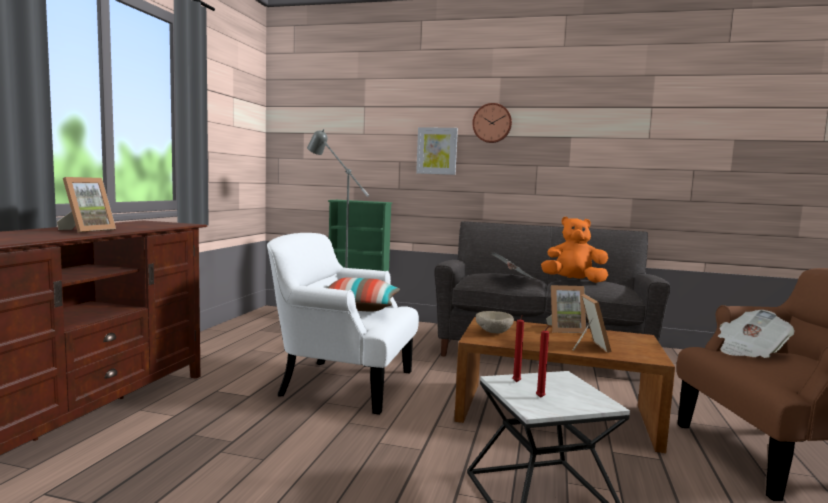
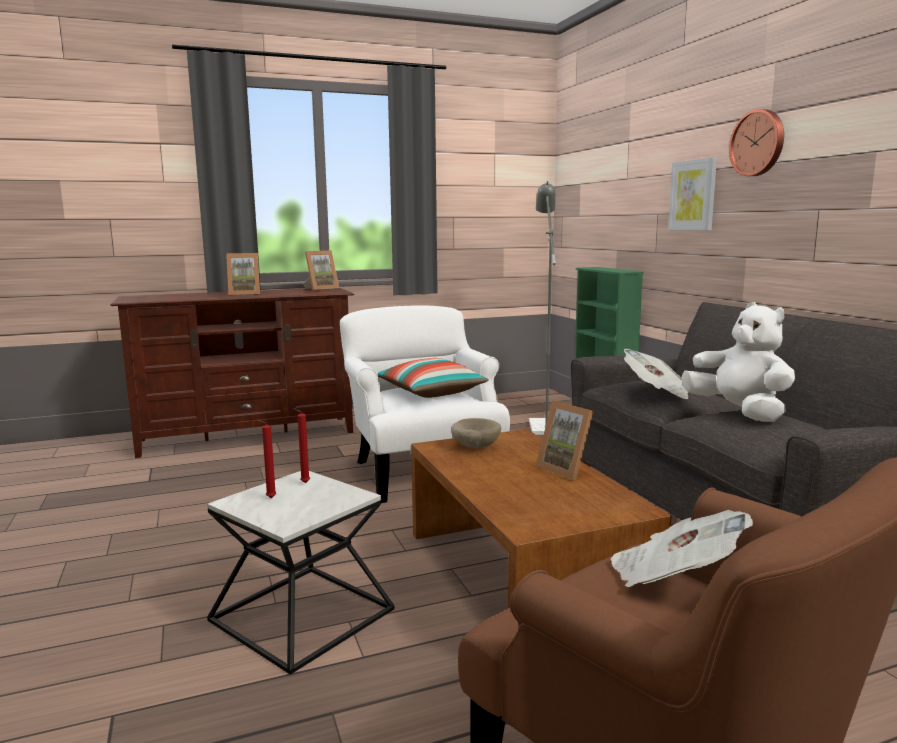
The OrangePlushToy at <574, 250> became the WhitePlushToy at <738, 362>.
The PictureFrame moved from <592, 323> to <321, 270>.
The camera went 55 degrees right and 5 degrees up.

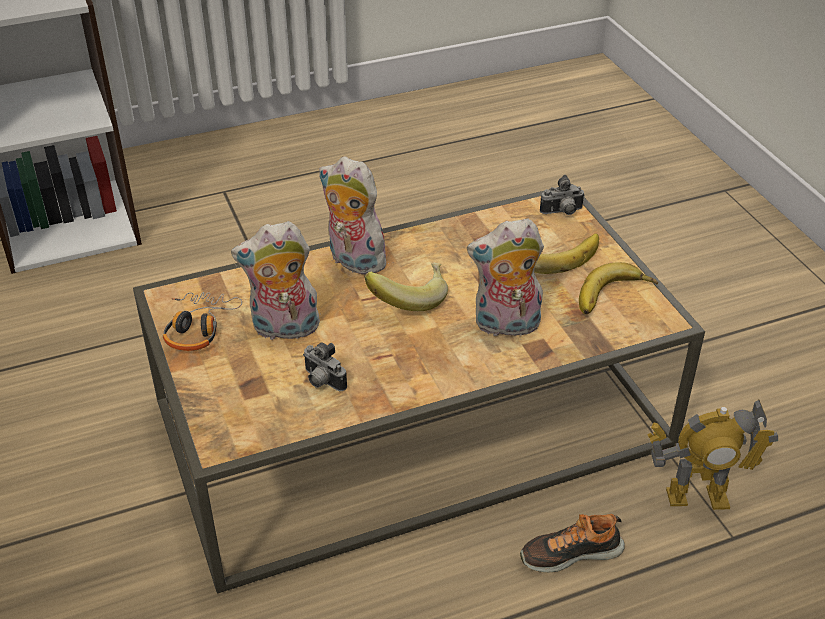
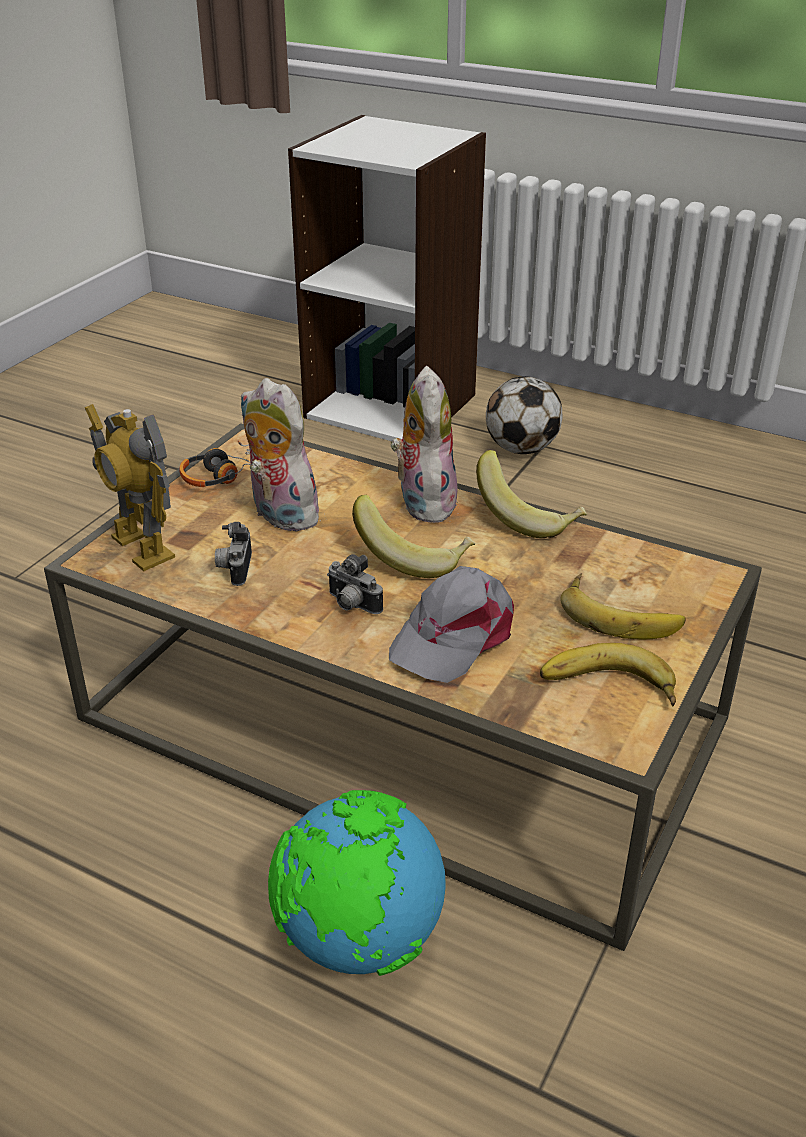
The PlushToy at <505, 277> was replaced by the GreyCap at <451, 624>.
The Shoe at <572, 543> was replaced by the Globe at <357, 883>.
The PhotoCamera moved from <562, 195> to <355, 584>.
The ToyRobot moved from <712, 455> to <130, 487>.
The Banana at <531, 494> appeared.
The Football at <524, 415> appeared.
The camera went 50 degrees right and 5 degrees down.

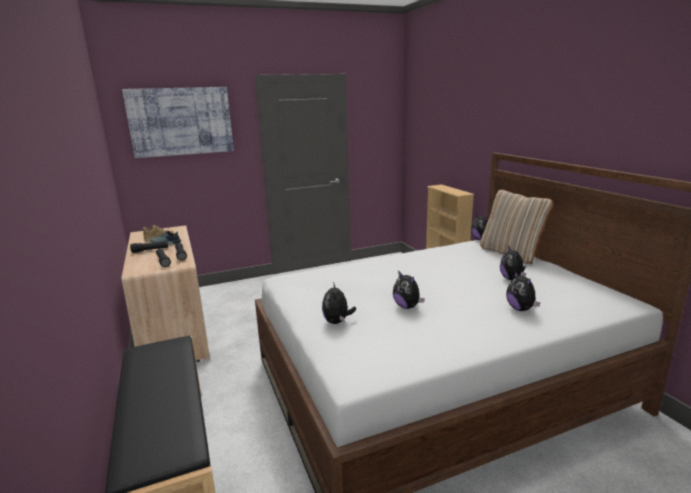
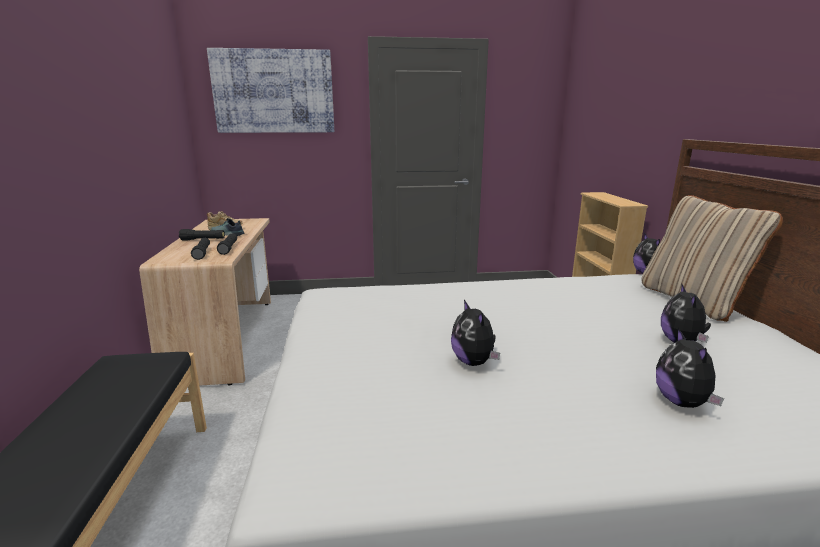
The PlushToy at <339, 303> disappeared.
The camera went 15 degrees right and 0 degrees up.

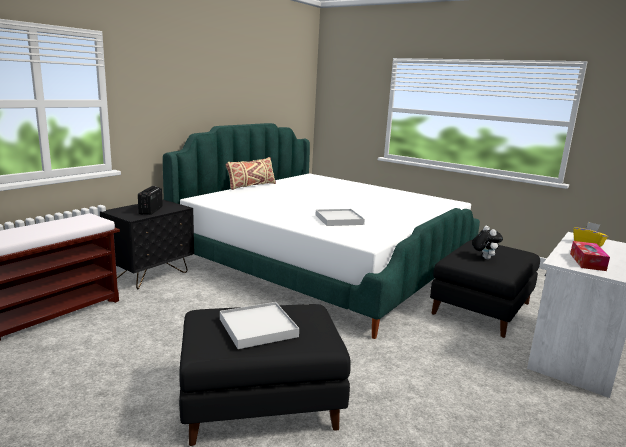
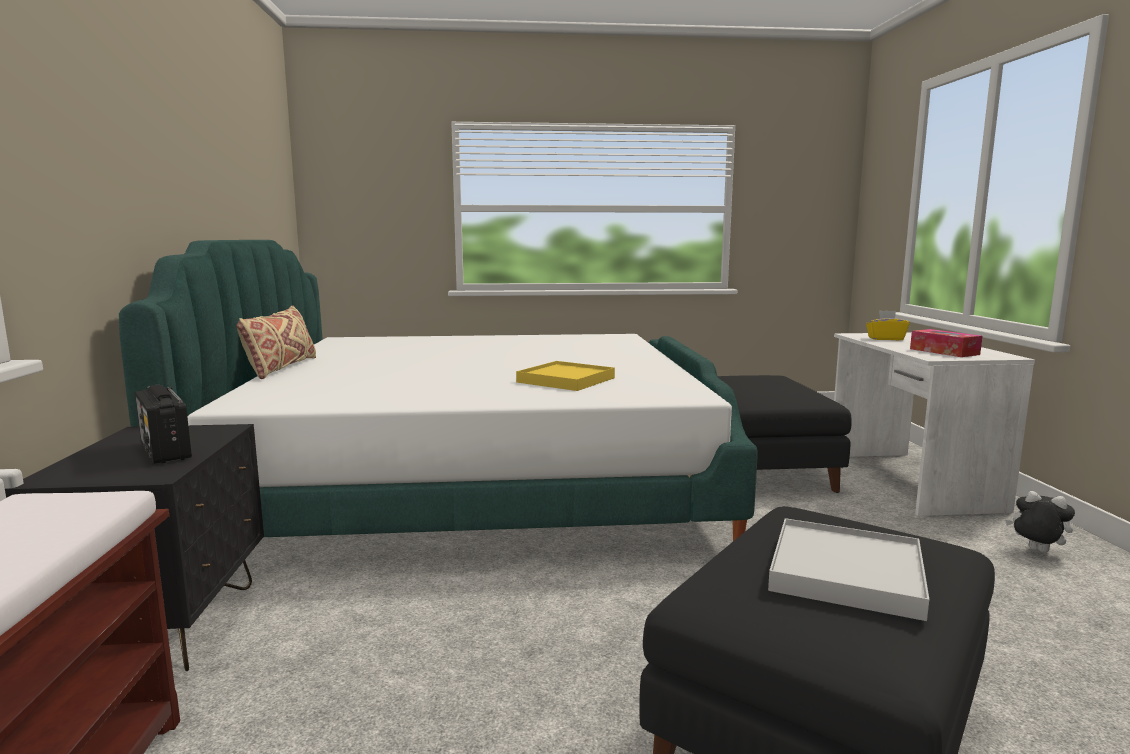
The WhiteTray at <340, 217> became the YellowTray at <565, 376>.
The PlushToy moved from <487, 242> to <1040, 522>.
The camera went 40 degrees left and 5 degrees down.

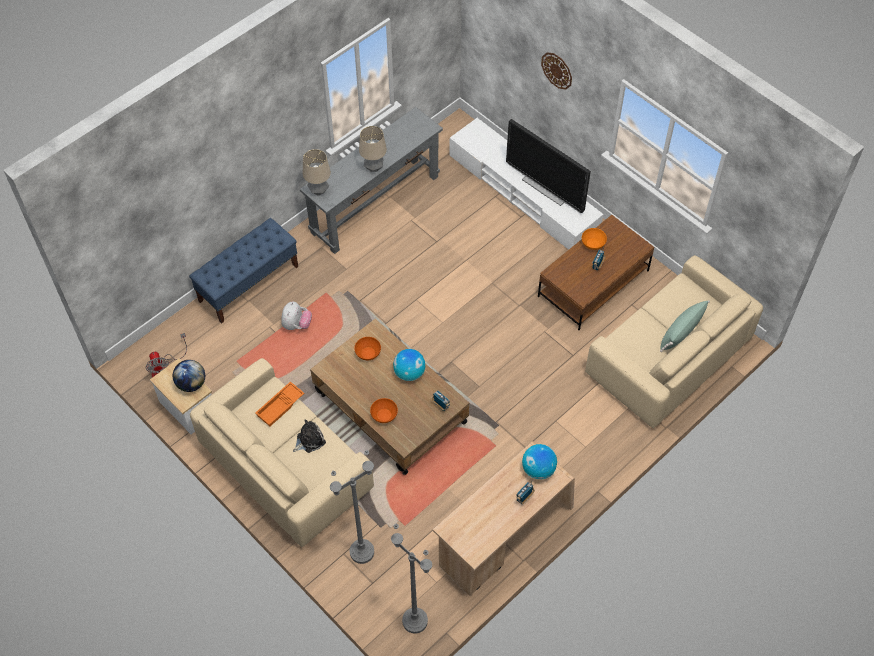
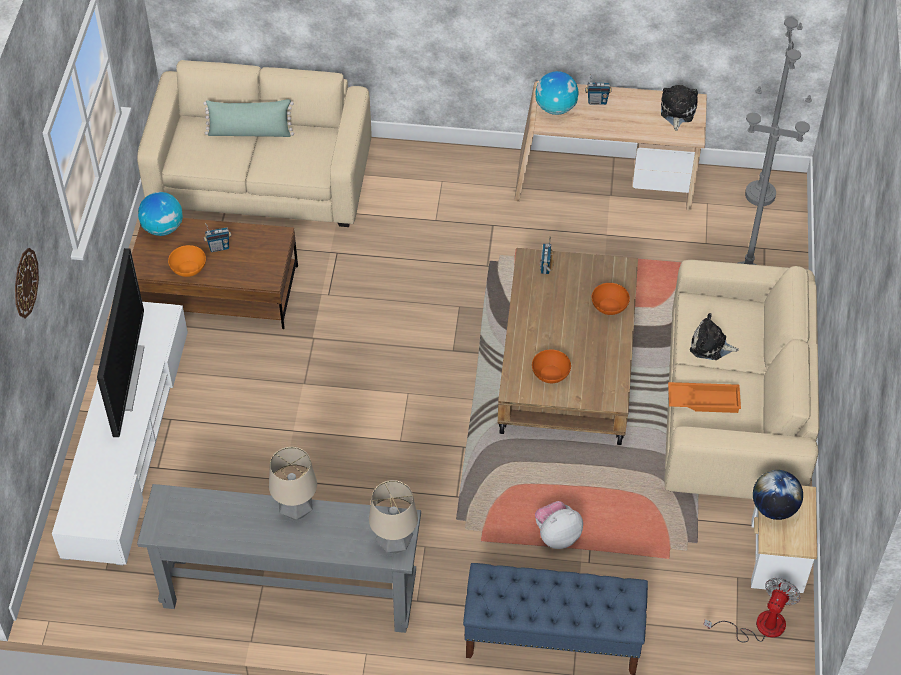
The Globe moved from <409, 365> to <160, 214>.
The PlushToy at <679, 108> appeared.
The camera went 130 degrees left and 5 degrees down.

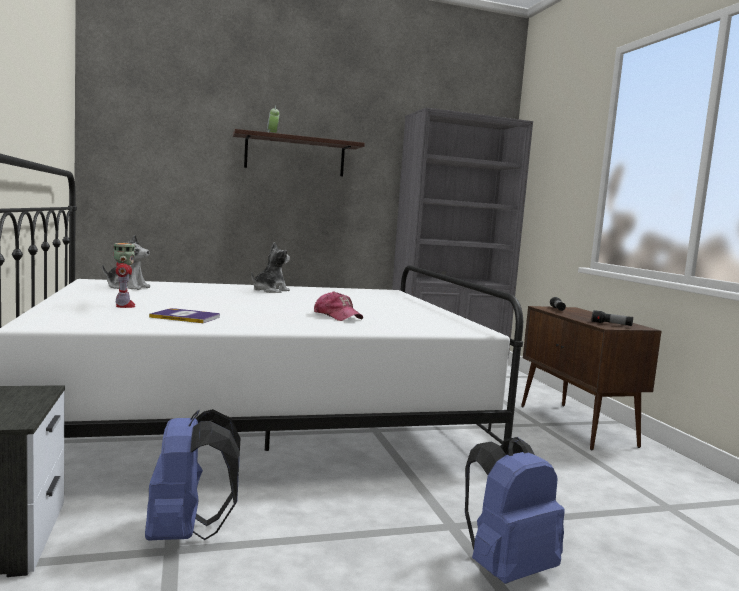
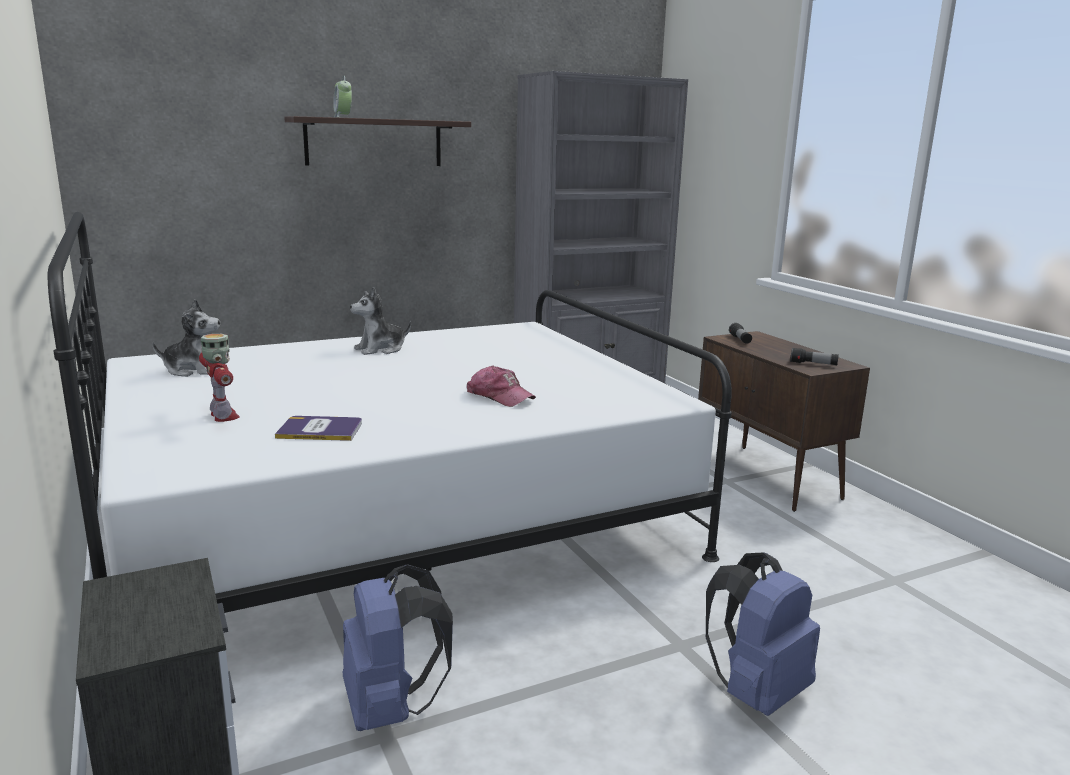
The PlushToy at <270, 267> turned 150 degrees counterclockwise.
The camera went 10 degrees left and 10 degrees up.

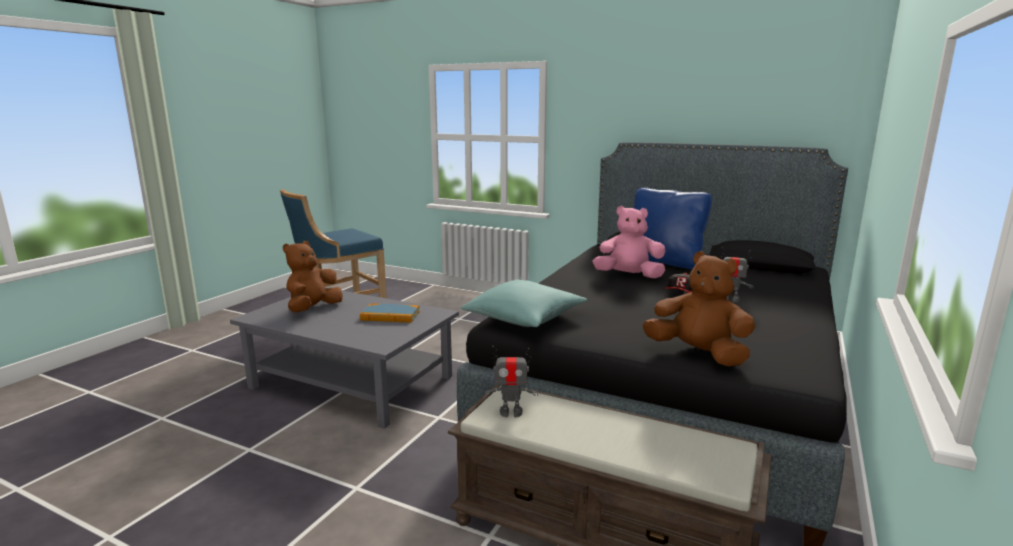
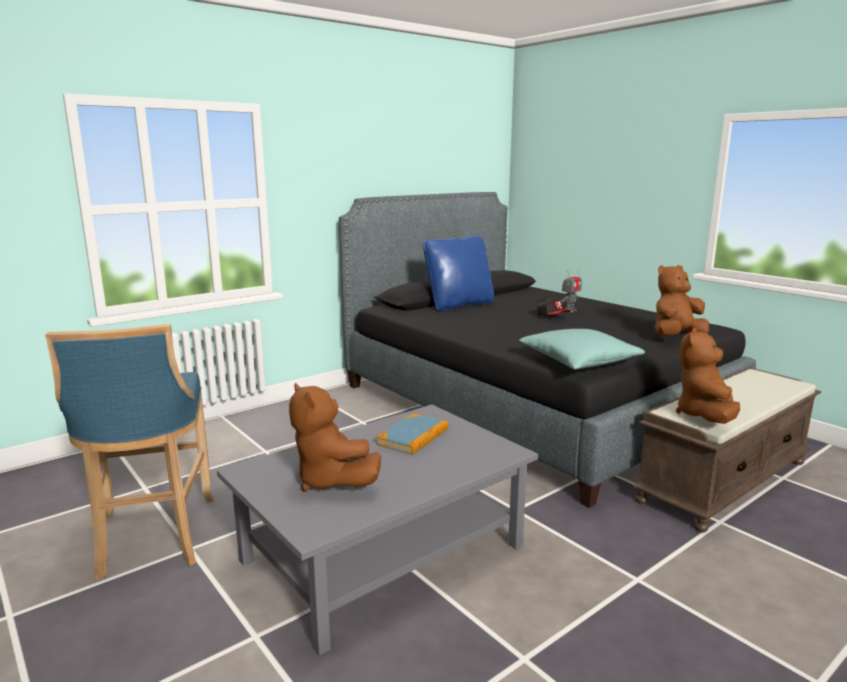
The ToyRobot at <511, 381> was replaced by the BrownPlushToy at <708, 376>.
The PinkPlushToy at <629, 242> disappeared.
The camera went 65 degrees left and 0 degrees up.

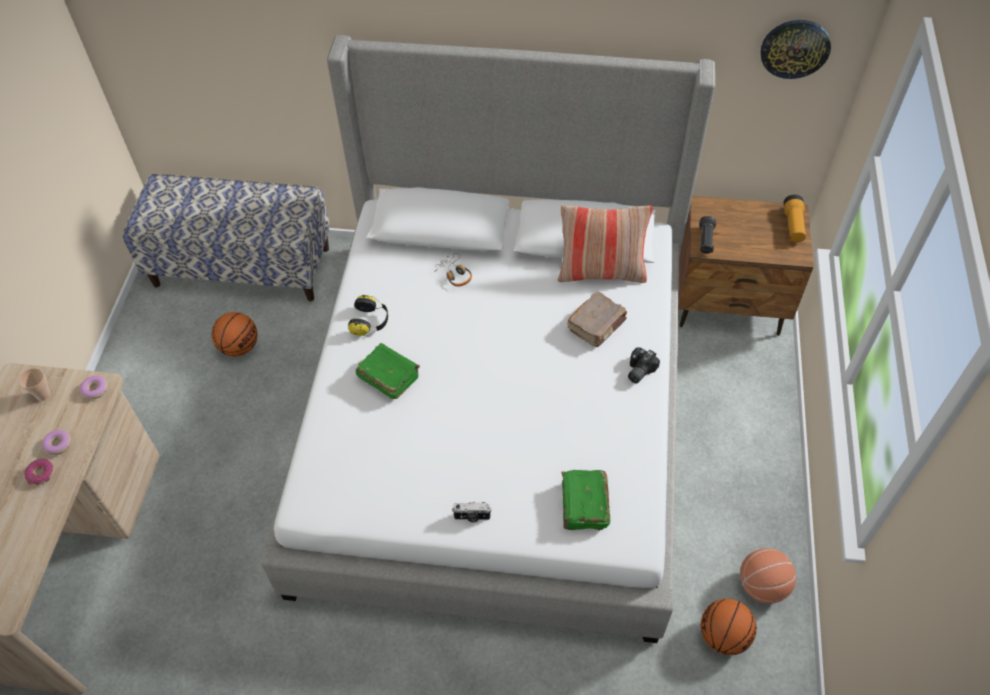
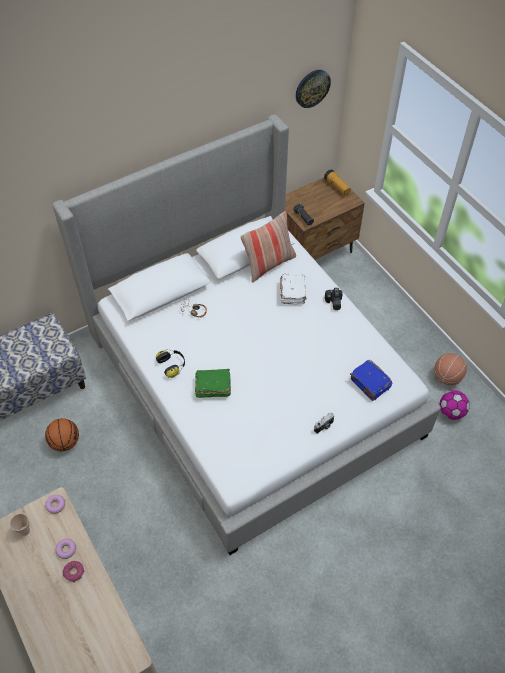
The GreenBook at <585, 500> became the BlueBook at <371, 380>.
The BrownBook at <597, 319> became the WhiteBook at <293, 289>.
The Basketball at <729, 627> was replaced by the Football at <455, 405>.
The camera went 40 degrees left and 0 degrees up.

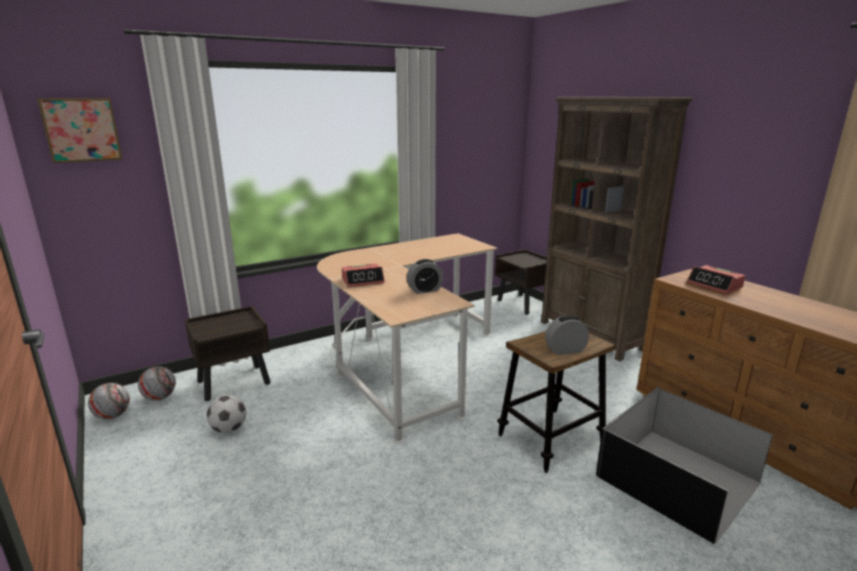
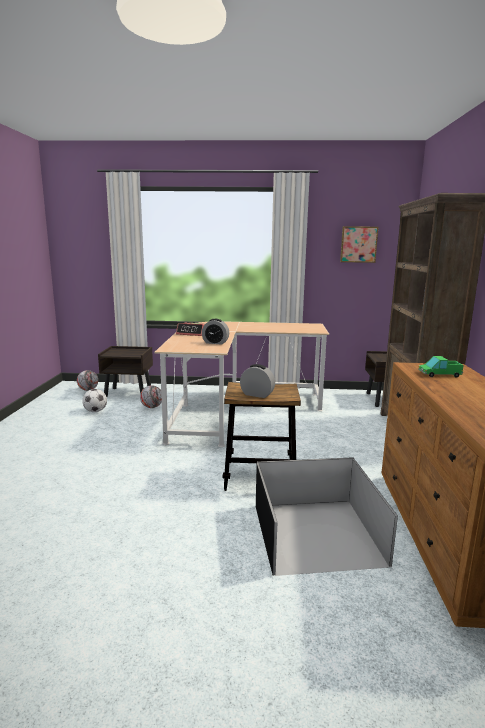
The Picture moved from <79, 130> to <359, 244>.
The Football moved from <109, 401> to <151, 396>.
The AlarmClock at <716, 279> was replaced by the ToyTruck at <441, 366>.
The camera went 35 degrees right and 5 degrees down.

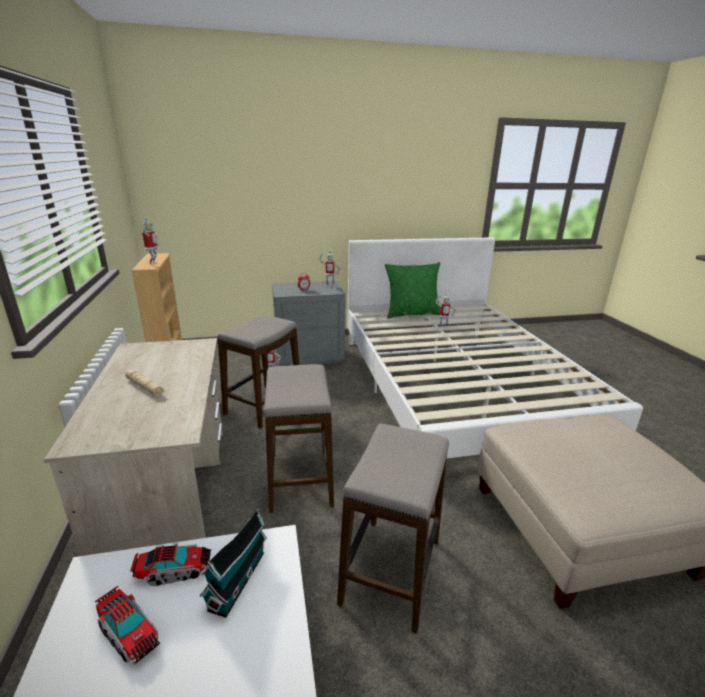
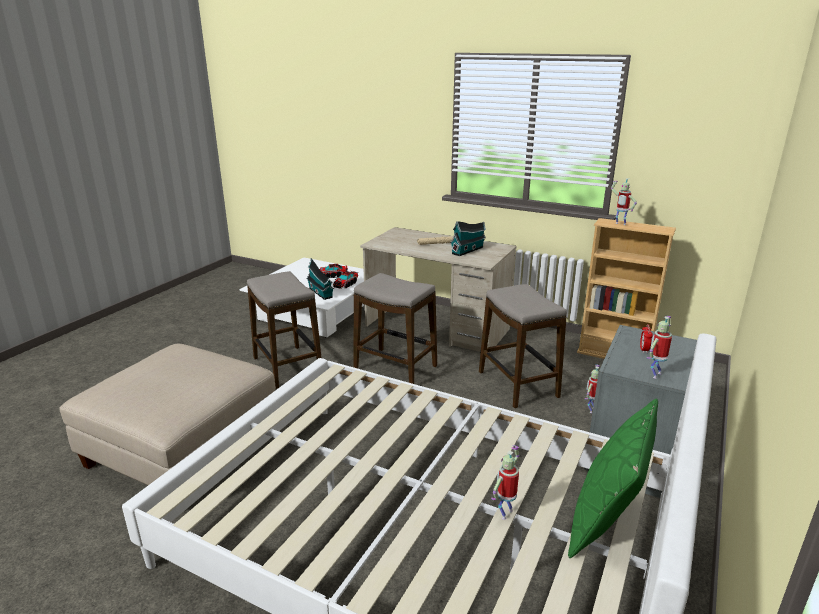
The ToyHouse at <468, 238> appeared.
The camera went 130 degrees right and 0 degrees up.

